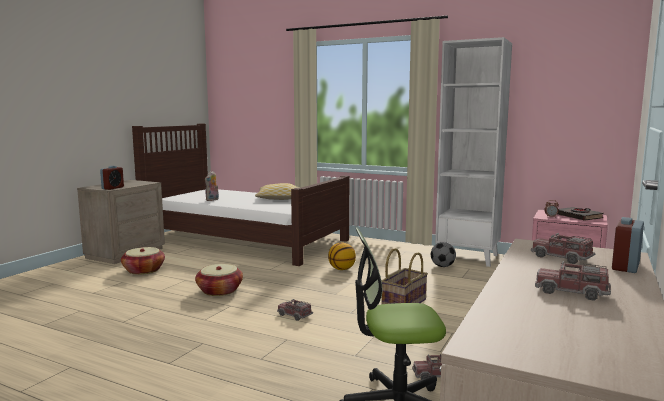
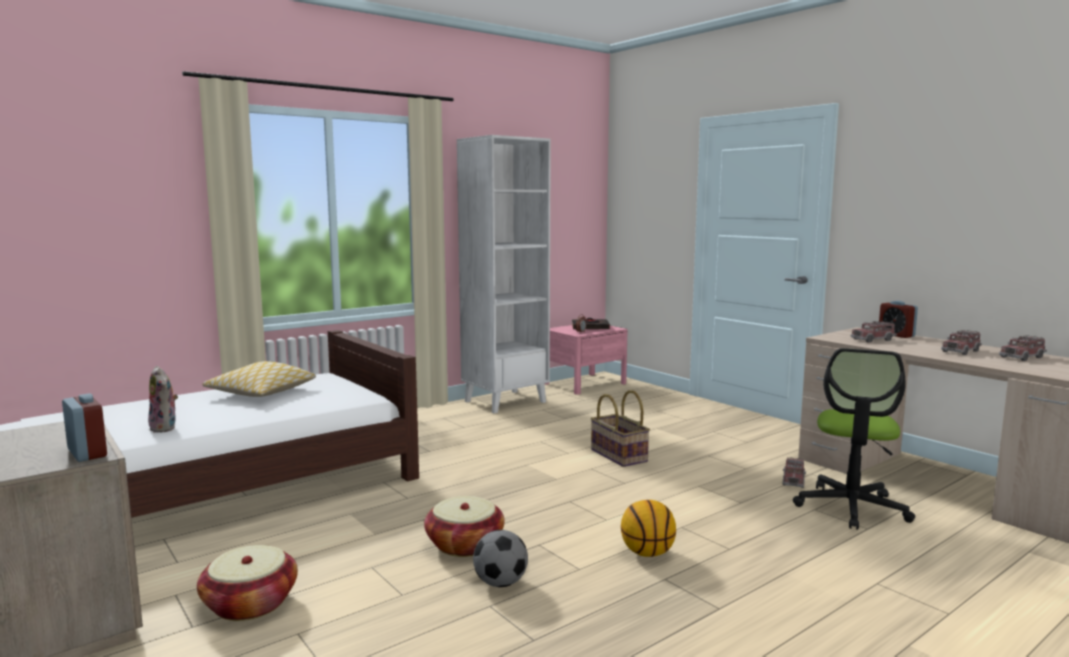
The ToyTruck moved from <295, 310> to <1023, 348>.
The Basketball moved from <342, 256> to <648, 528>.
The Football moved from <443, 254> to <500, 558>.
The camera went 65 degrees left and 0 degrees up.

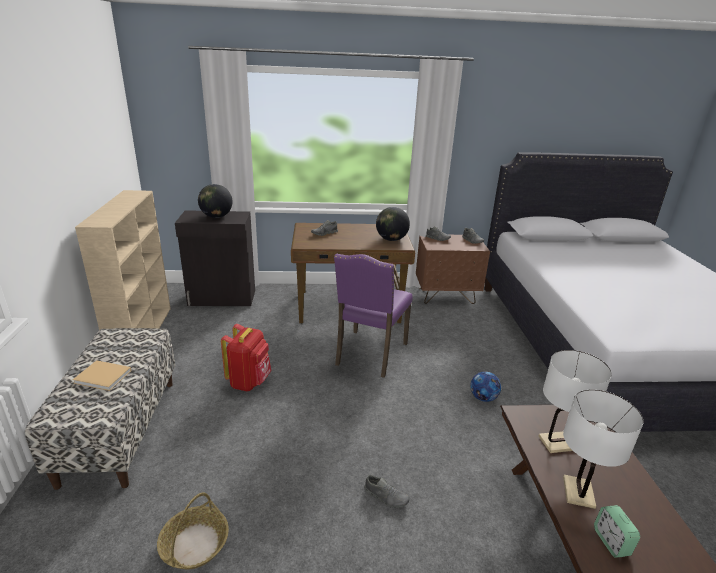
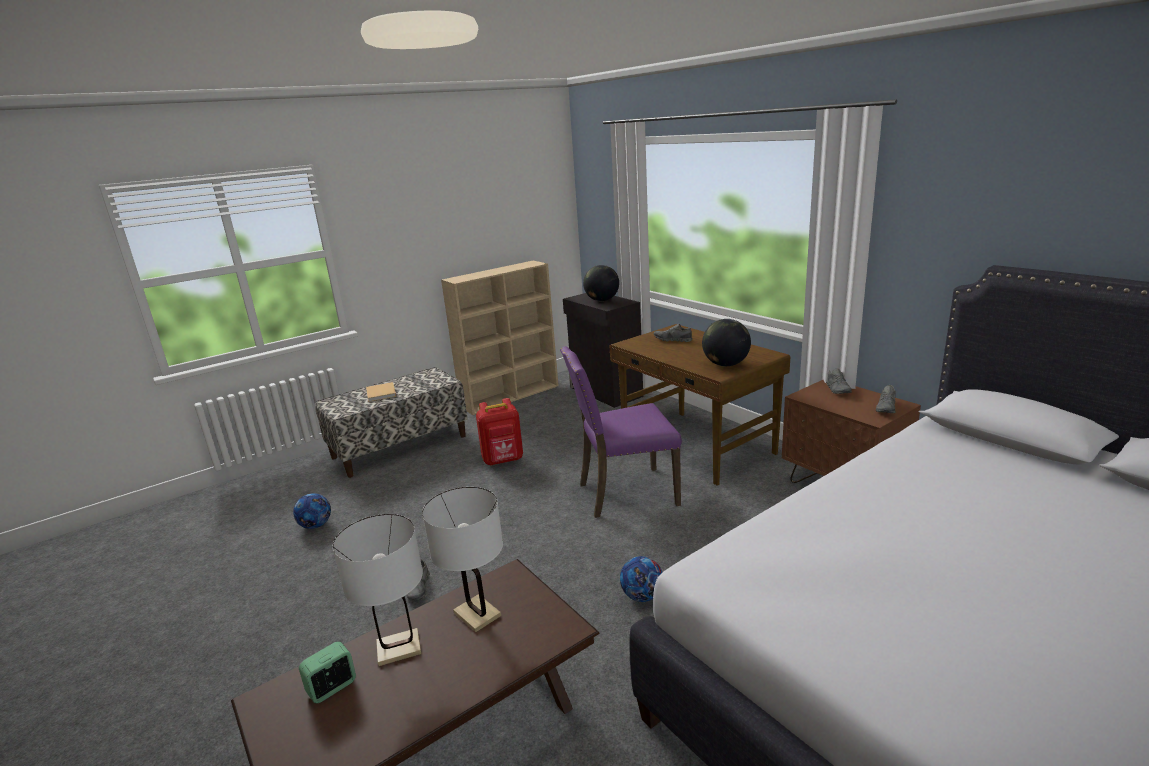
The Basket at <193, 531> was replaced by the Football at <312, 511>.
The camera went 60 degrees right and 5 degrees down.

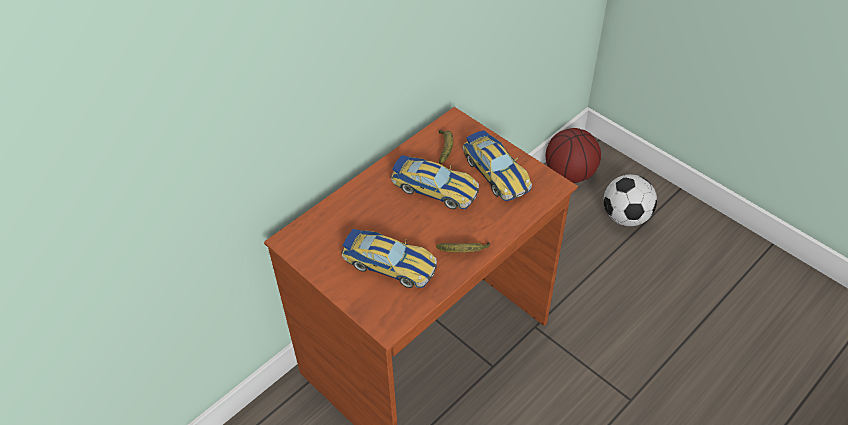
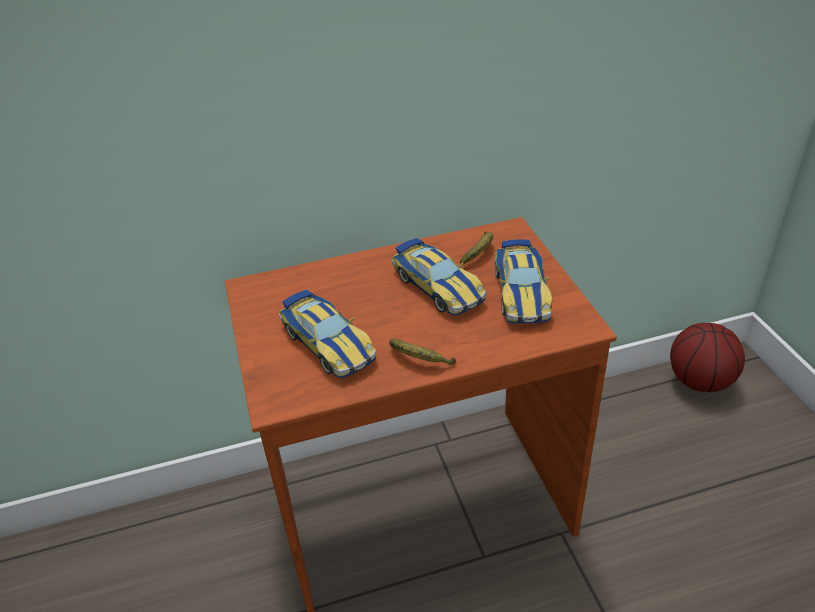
The Football at <630, 200> disappeared.
The camera went 30 degrees right and 10 degrees down.

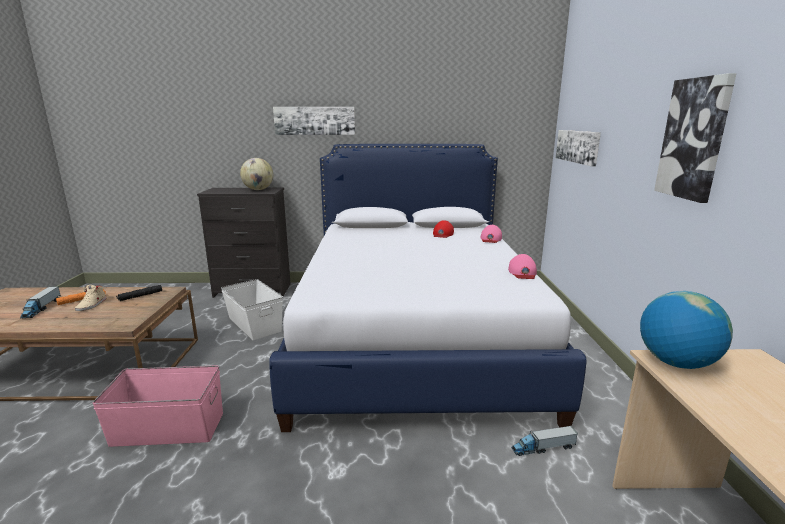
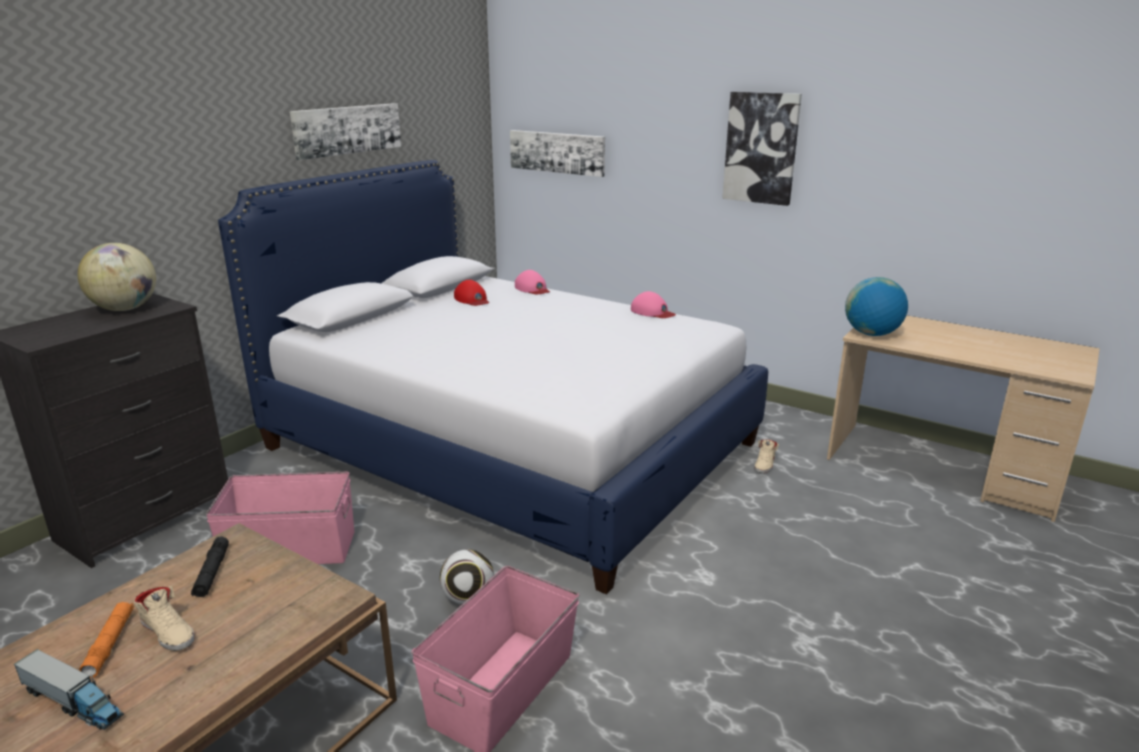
The WhiteStorageBox at <252, 309> became the PinkStorageBox at <280, 518>.
The Picture moved from <314, 121> to <345, 131>.
The ToyTruck at <544, 441> was replaced by the BeigeShoe at <766, 456>.
The Football at <467, 576> appeared.
The camera went 55 degrees left and 5 degrees up.

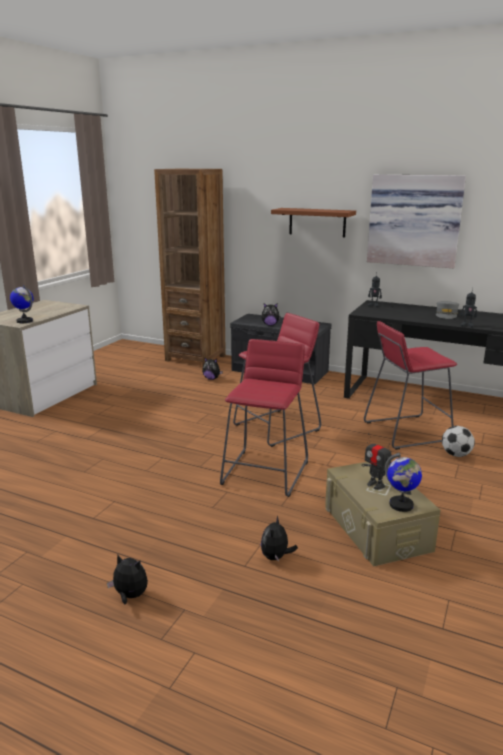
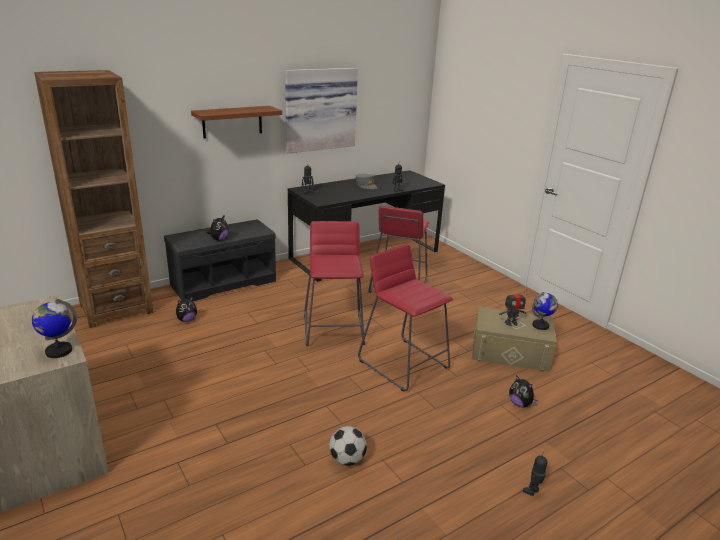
The PlushToy at <127, 579> was replaced by the ToyRobot at <535, 474>.
The Football moved from <458, 441> to <348, 446>.
The camera went 60 degrees left and 5 degrees up.

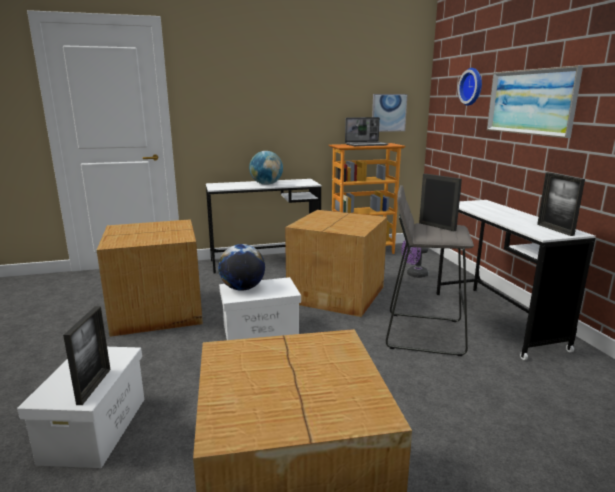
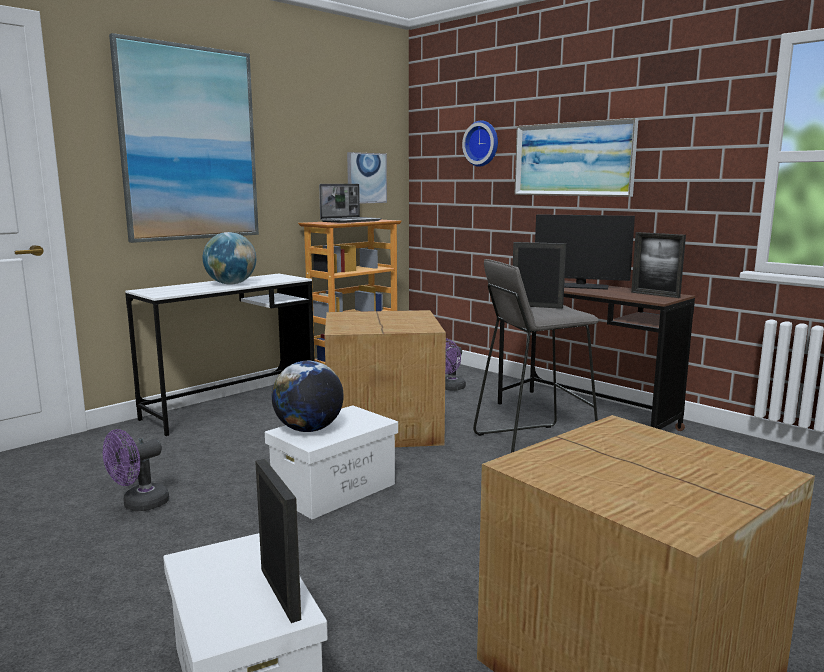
The CardboardBox at <150, 278> was replaced by the PurpleFan at <136, 470>.
The WhiteDesk at <516, 280> became the BrownDesk at <596, 356>.
The Picture at <184, 138> appeared.
The Monitor at <585, 252> appeared.
The camera went 30 degrees left and 5 degrees down.

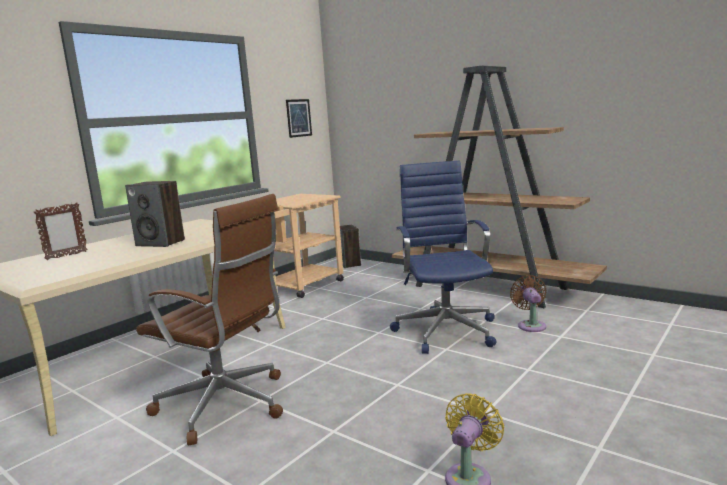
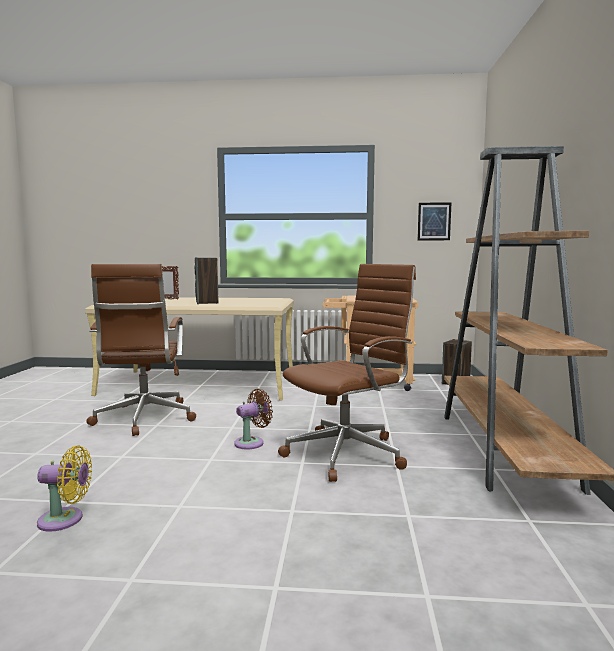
The BlueOfficeChair at <443, 257> became the BrownOfficeChair at <347, 373>.
The BrownFan moved from <528, 303> to <253, 418>.
The camera went 55 degrees right and 5 degrees down.

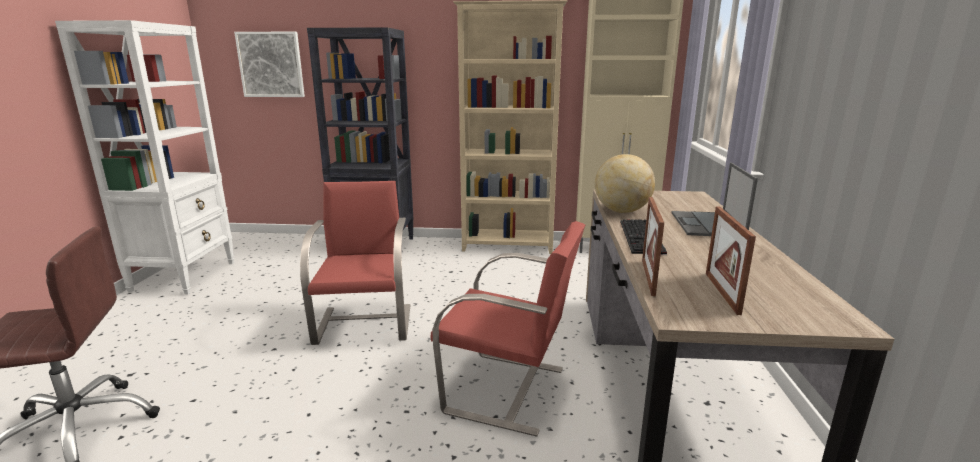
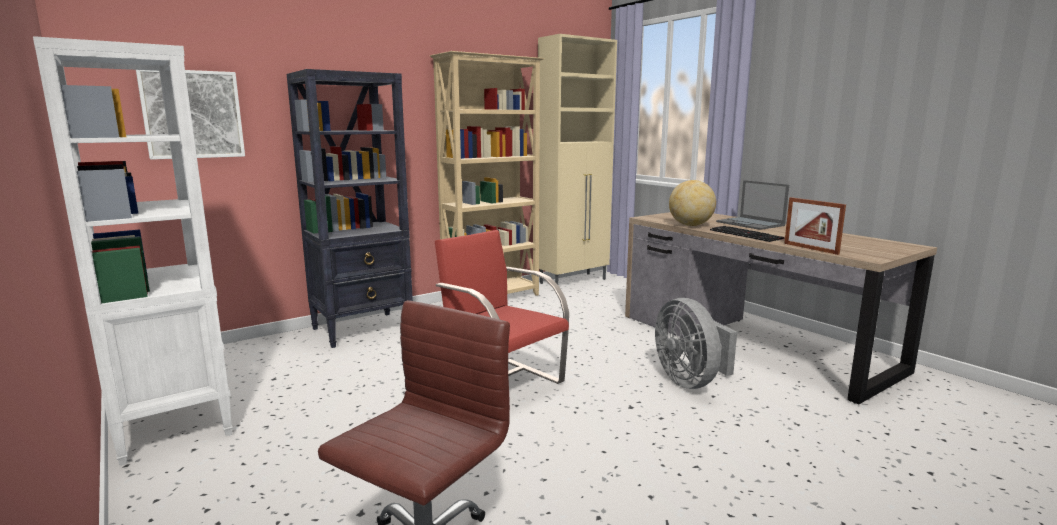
The RedChair at <508, 329> was replaced by the GreyFan at <696, 343>.
The PictureFrame at <731, 260> disappeared.
The camera went 40 degrees left and 5 degrees down.

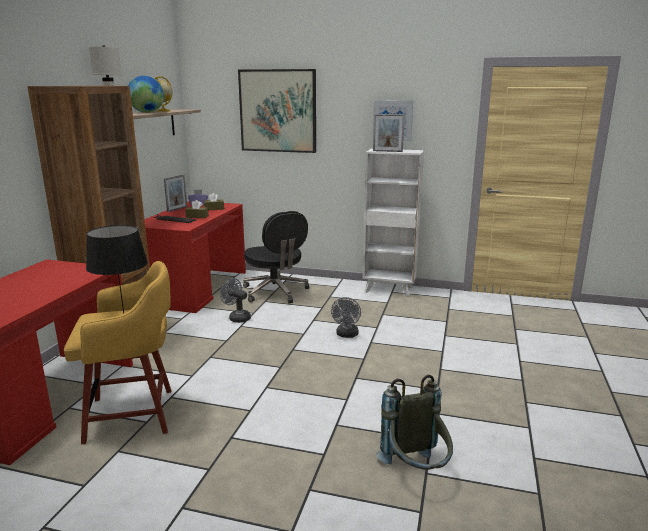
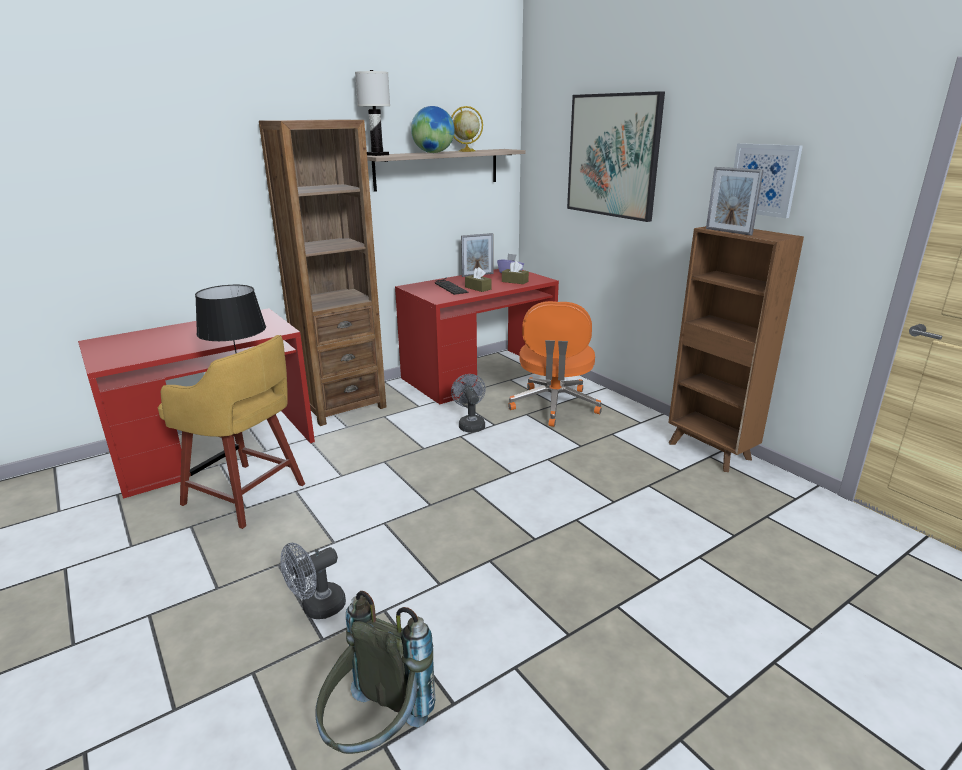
The BlackOfficeChair at <276, 257> became the OrangeOfficeChair at <555, 364>.
The GreyFan moved from <346, 317> to <313, 581>.
The WhiteBookcase at <393, 223> became the BrownBookcase at <736, 349>.
The camera went 40 degrees right and 5 degrees up.

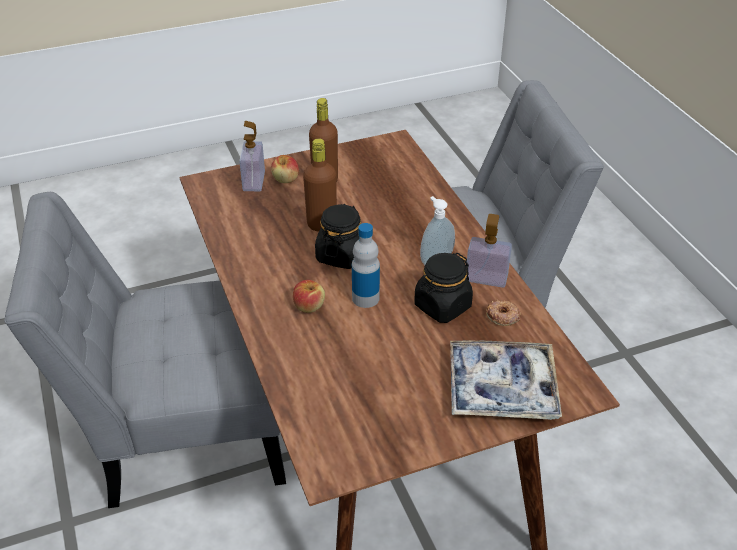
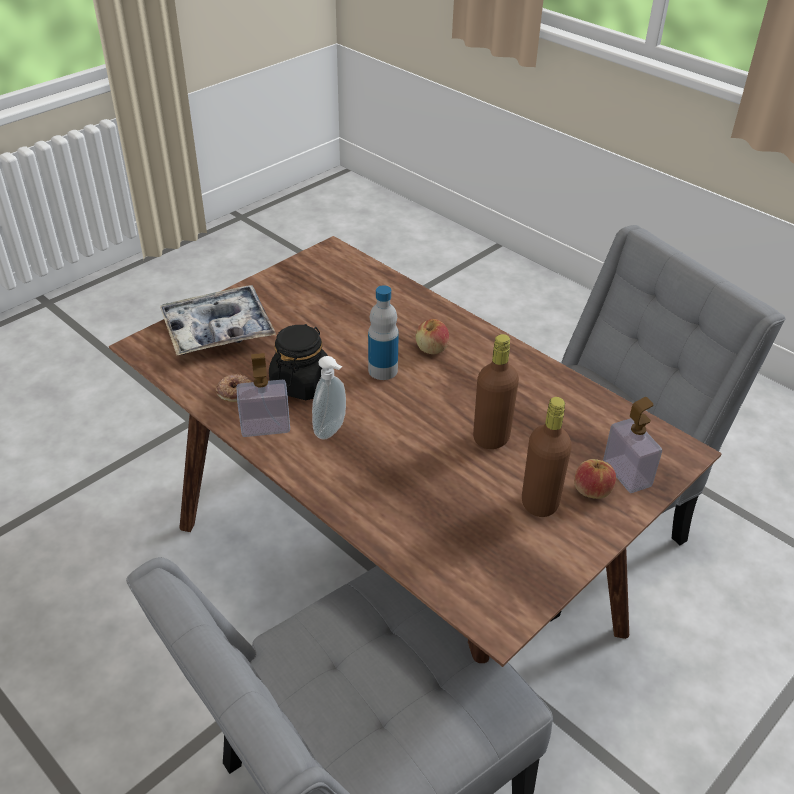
The BlackJar at <338, 236> disappeared.
The camera went 155 degrees right and 0 degrees up.

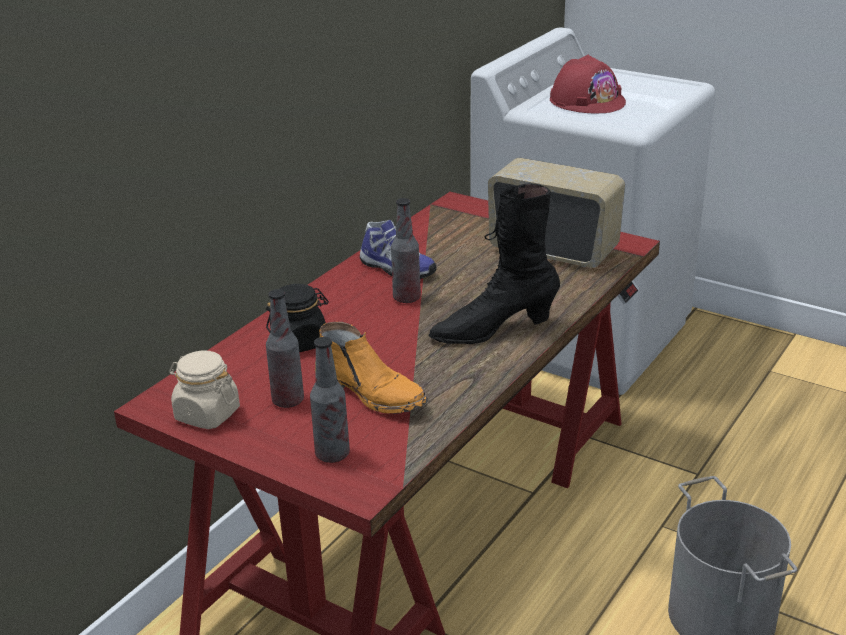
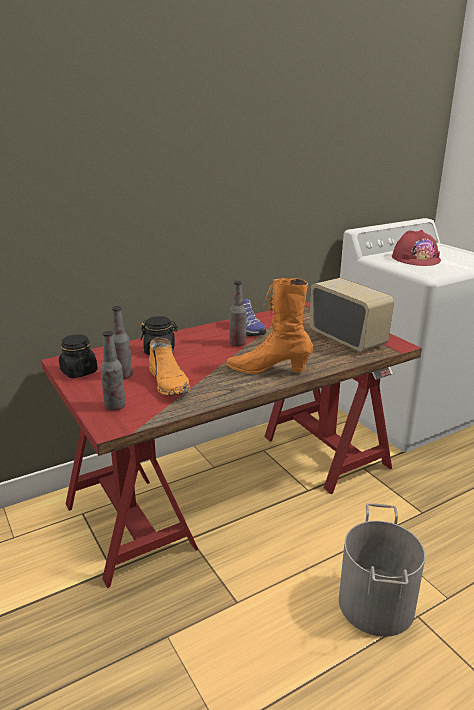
The BeigeJar at <204, 389> became the BlackJar at <78, 356>.
The BlackBoot at <494, 264> became the OrangeBoot at <269, 326>.
The camera went 25 degrees right and 5 degrees down.

